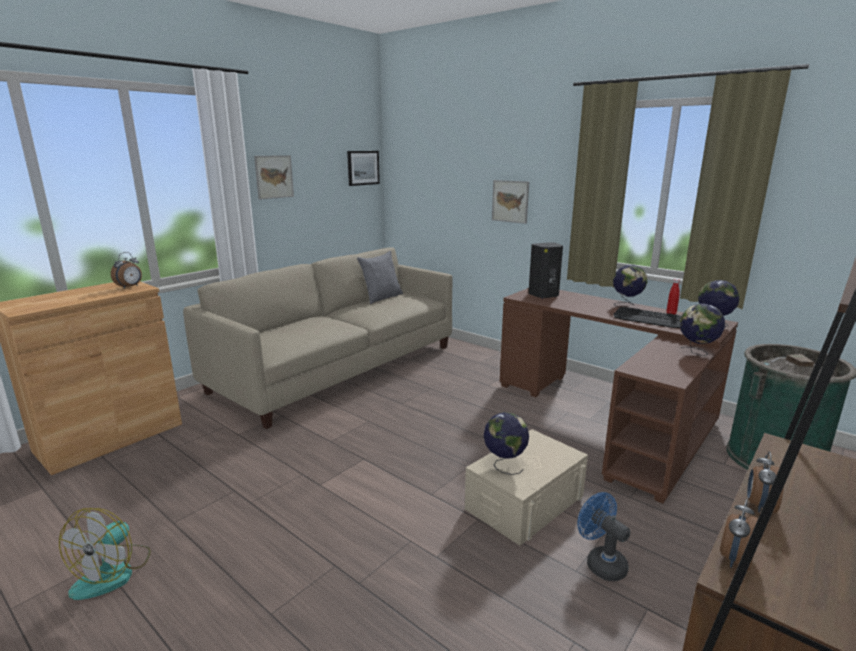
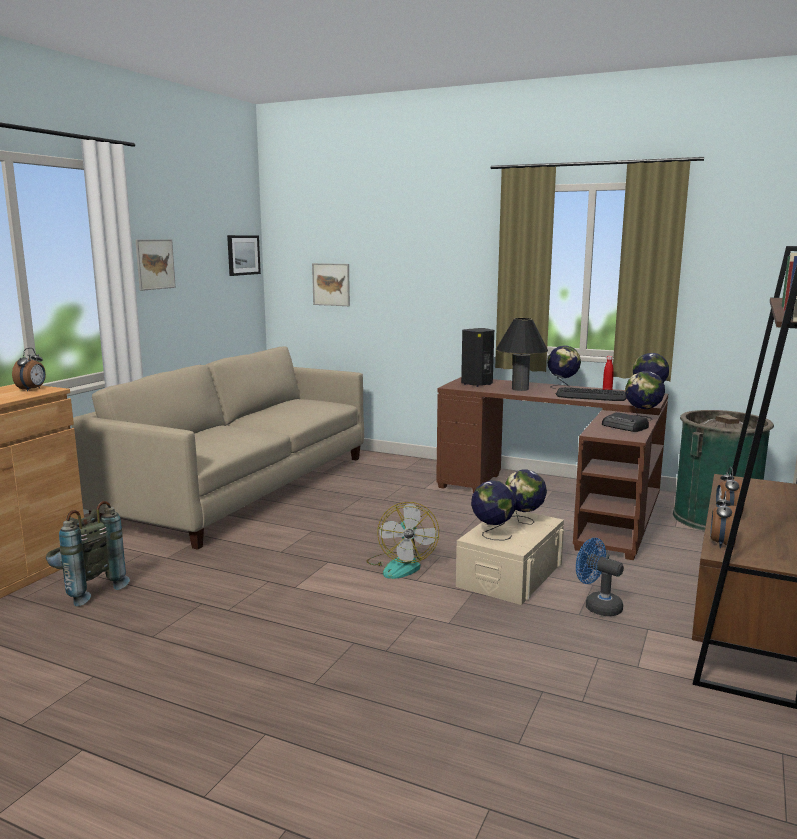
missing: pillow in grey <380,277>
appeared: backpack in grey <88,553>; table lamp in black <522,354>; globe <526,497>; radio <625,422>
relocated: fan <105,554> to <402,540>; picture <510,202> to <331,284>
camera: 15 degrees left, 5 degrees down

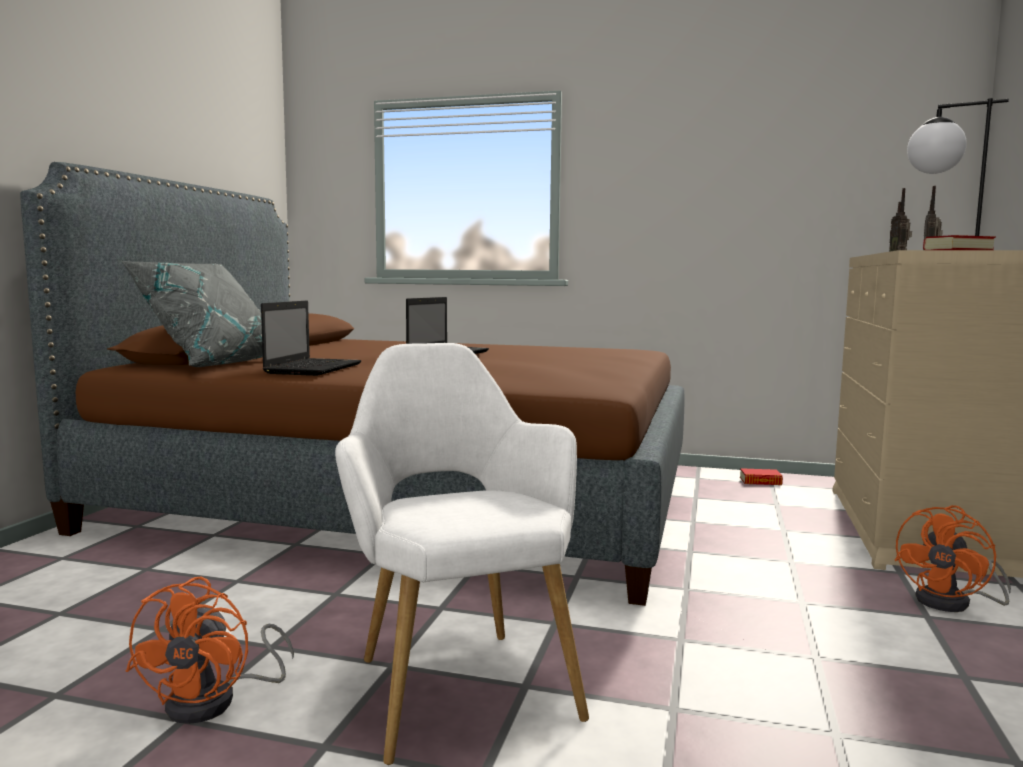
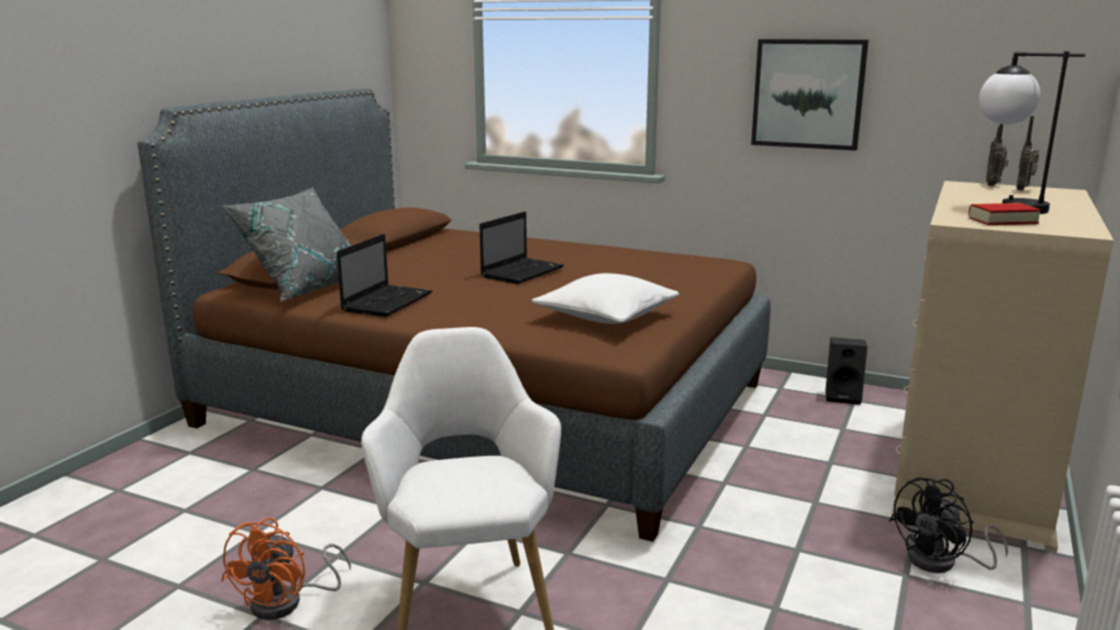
appeared: pillow in white <605,298>; picture <810,95>
exchanged: book <761,476> to speaker in black <846,371>
colour: fan in orange <952,558> to fan in black <948,525>
camera: 10 degrees right, 10 degrees up

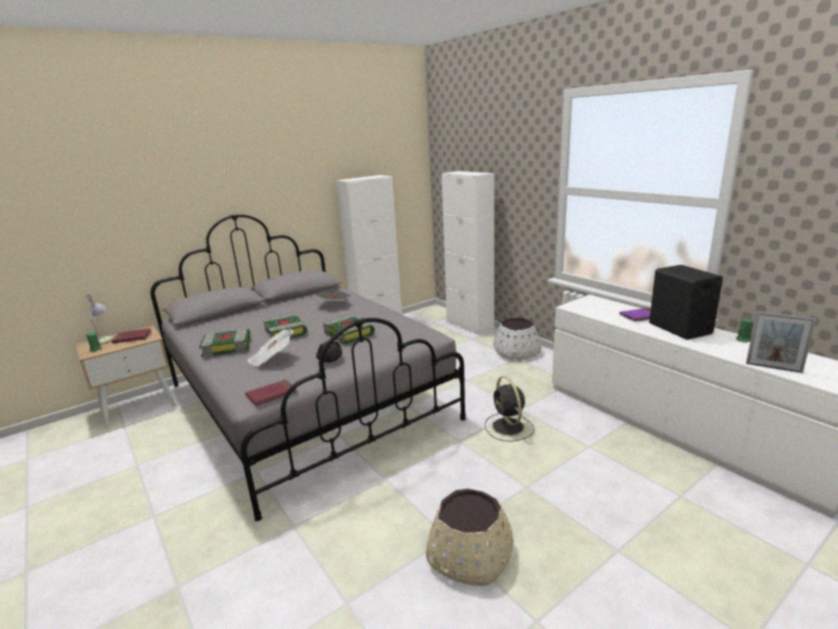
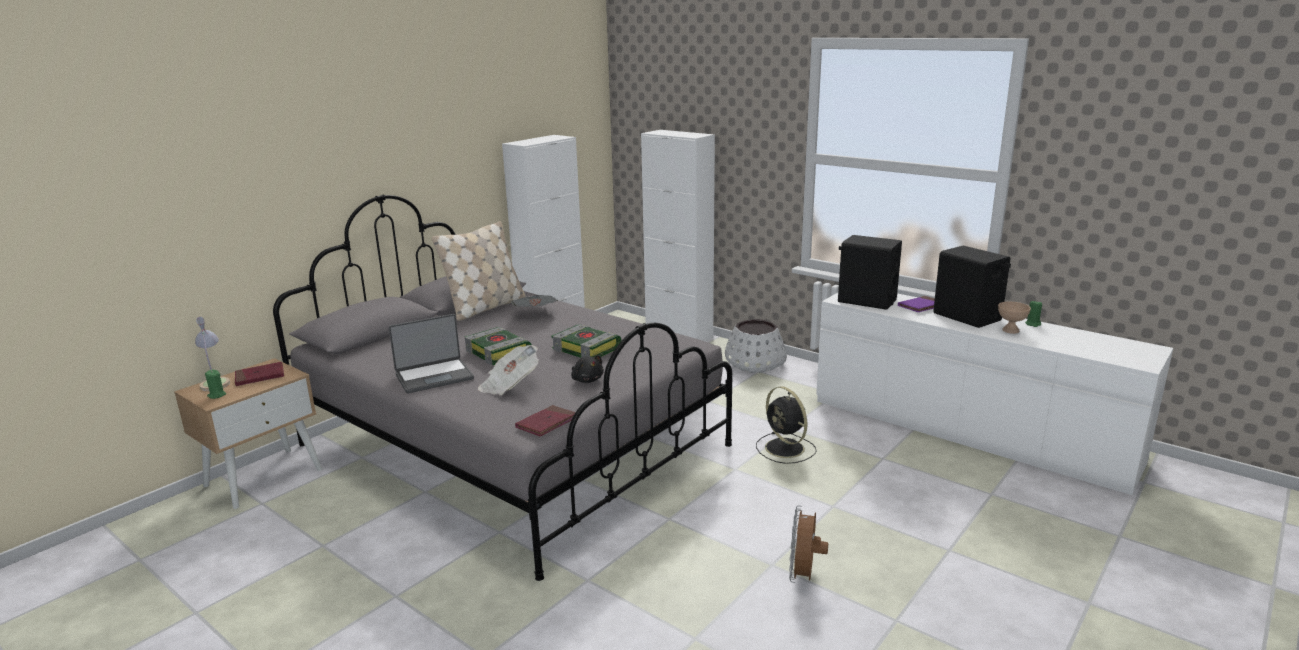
missing: picture frame <781,342>
appeared: pillow in beige <478,271>; speaker in black <870,272>; bowl in beige <1014,318>
exchanged: book <224,343> to laptop <431,354>; planter in beige <469,537> to fan in brown <808,544>
camera: 15 degrees left, 0 degrees up

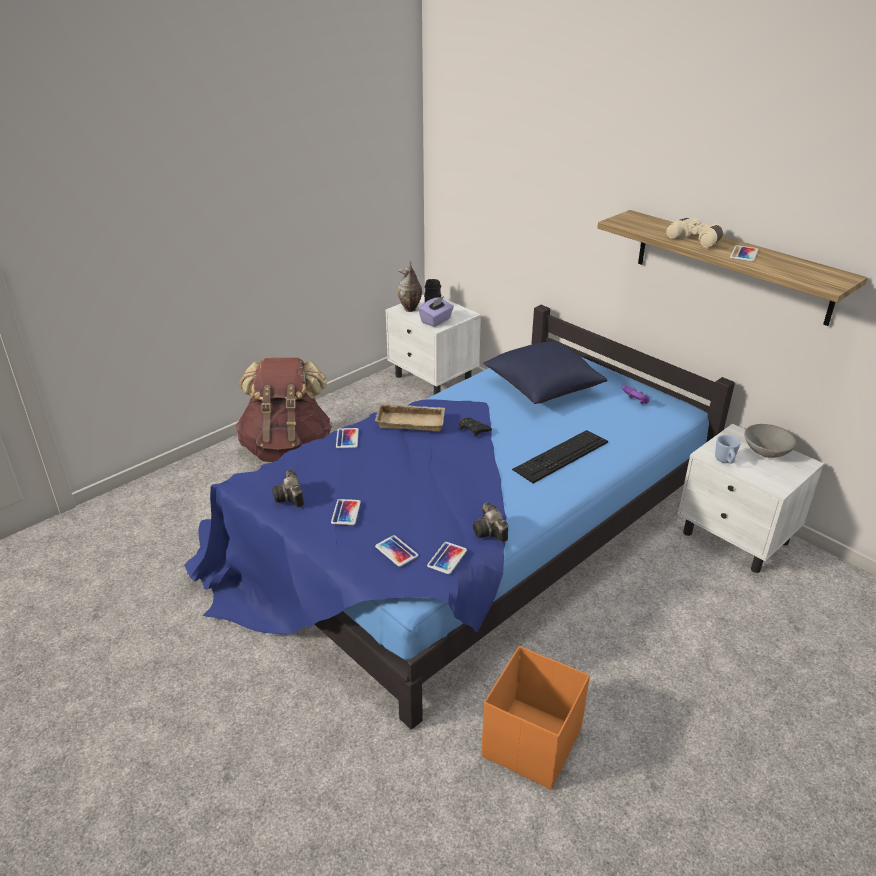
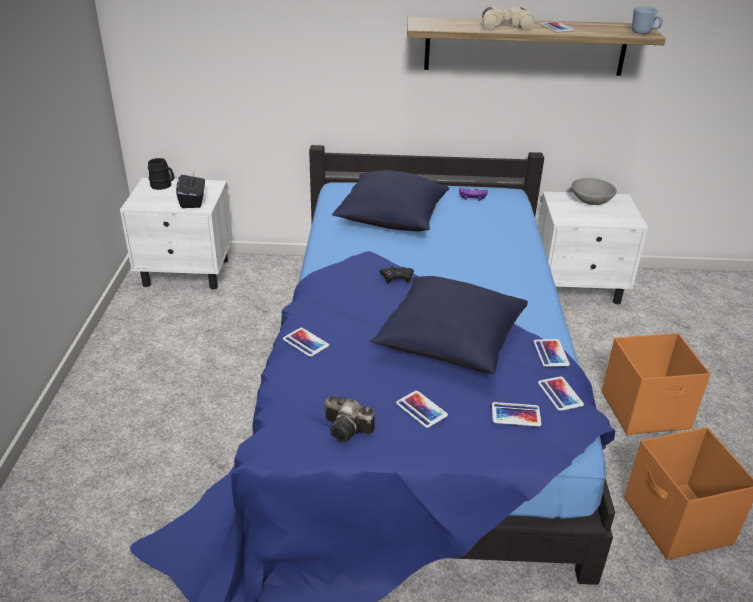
missing: backpack in brown <283,410>; tray in beige <410,417>; vase <409,286>; keyboard <560,456>
appeared: pillow in blue <449,325>; storage box in orange <656,384>
relocated: mug in blue <727,449> to <647,20>
exchanged: photo camera <490,522> to phone <552,353>
colour: tissue box in purple <436,311> to tissue box in black <190,189>
camera: 45 degrees left, 0 degrees up

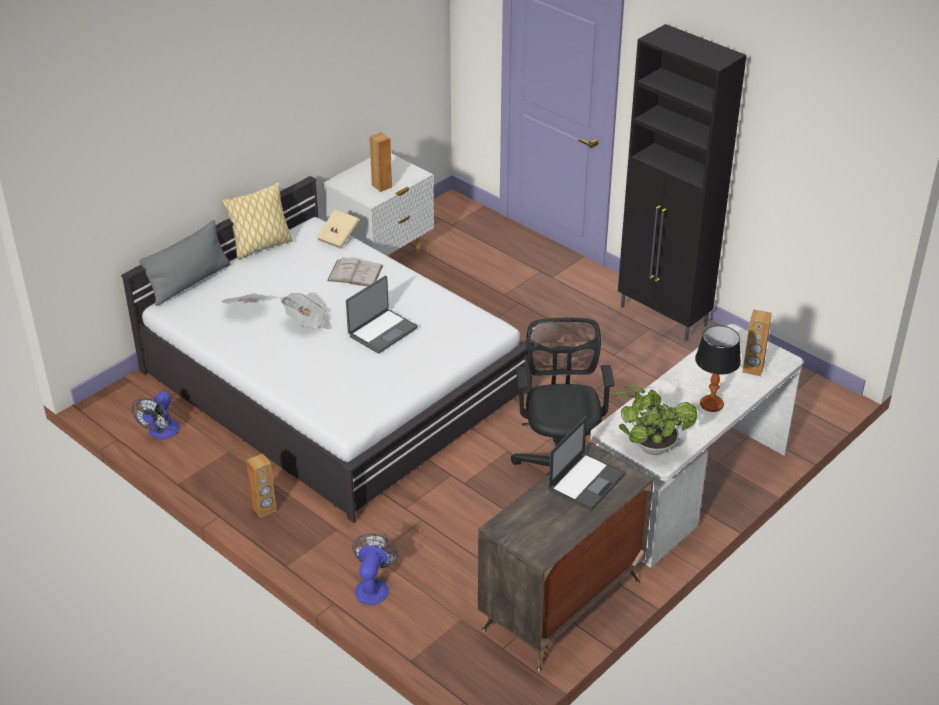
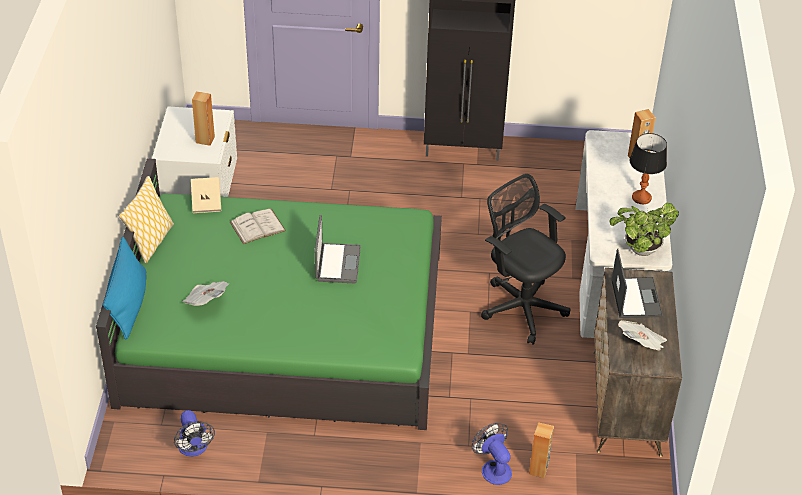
relocated: speaker in brown <261,485> to <541,450>; newspaper <306,311> to <642,335>
colour: bed in white <326,349> to bed in green <269,294>; pillow in grey <185,263> to pillow in blue <125,288>
camera: 40 degrees left, 5 degrees up

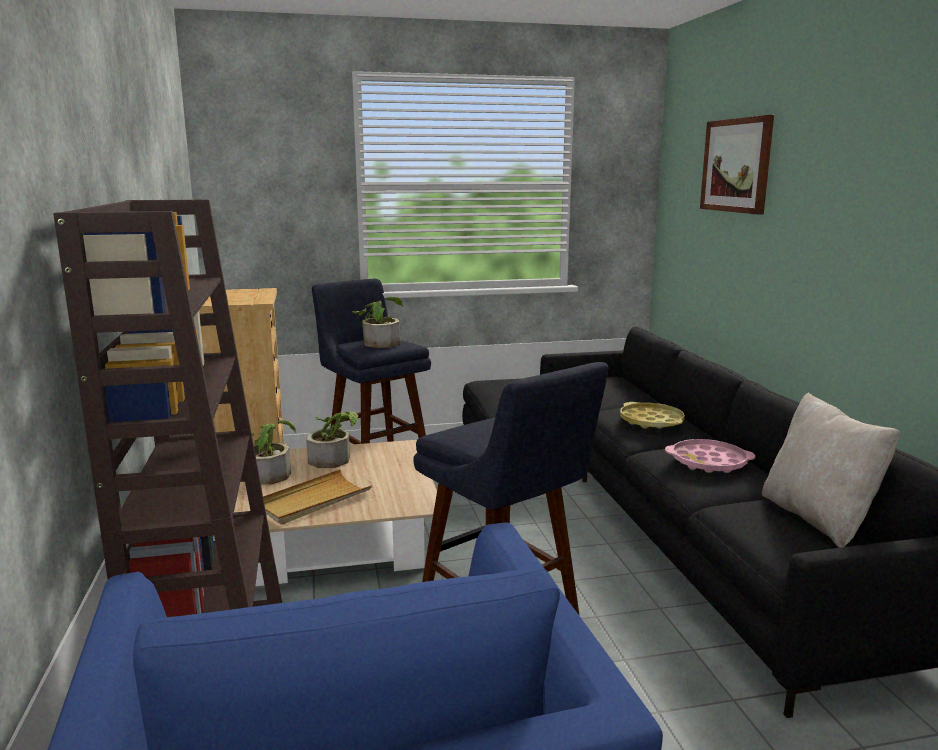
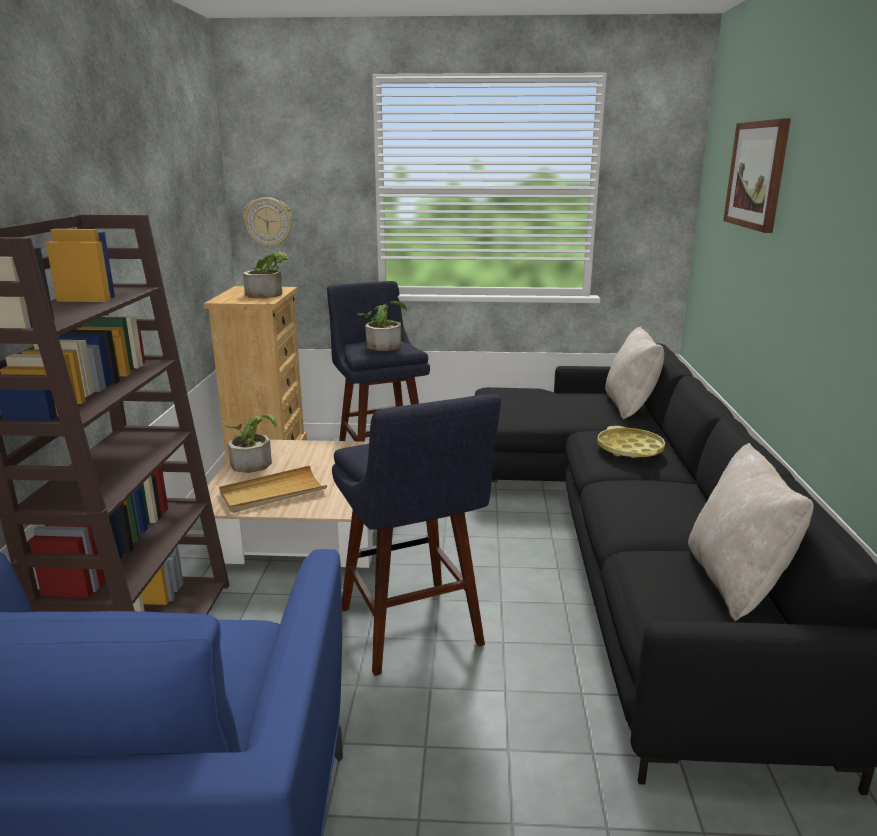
missing: tray in pink <710,456>
appeared: wall clock <267,222>; pillow in beige <634,373>
relocated: potted plant <332,439> to <266,274>
camera: 15 degrees right, 5 degrees up

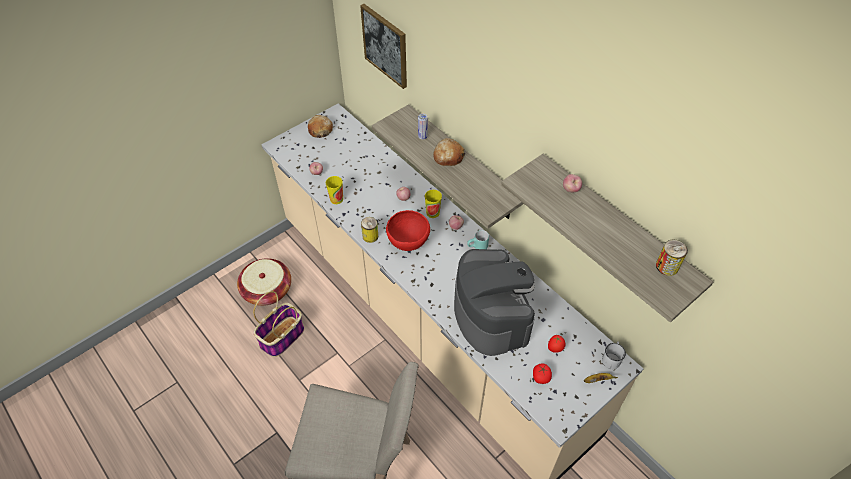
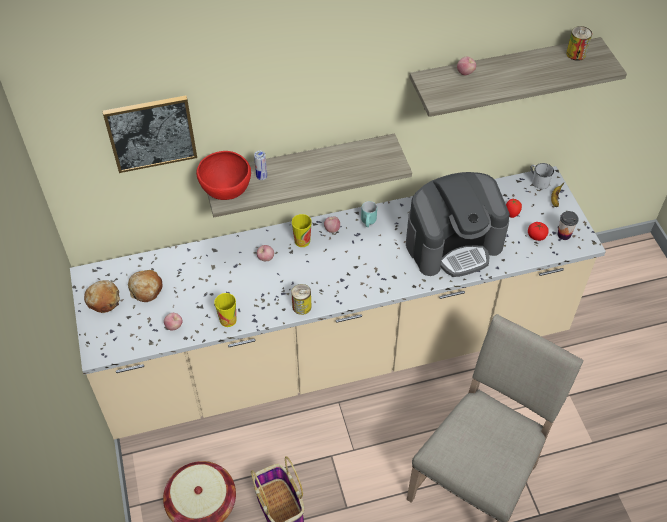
appeared: cup <568,225>
relocated: bowl in red <408,230> to <223,175>; bread <449,152> to <145,286>
spun: coffee machine <494,302> = <458,224> 150 degrees clockwise
camera: 65 degrees left, 0 degrees up

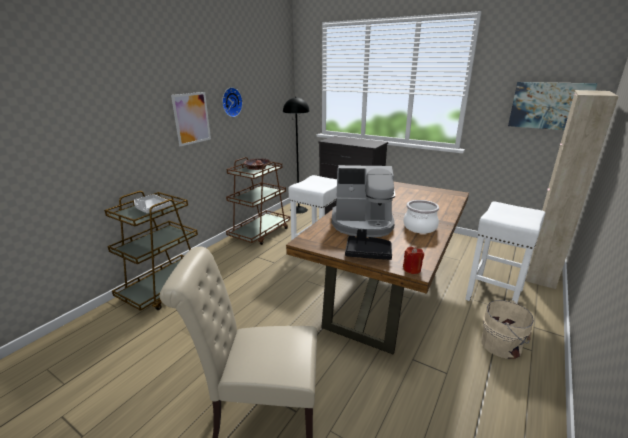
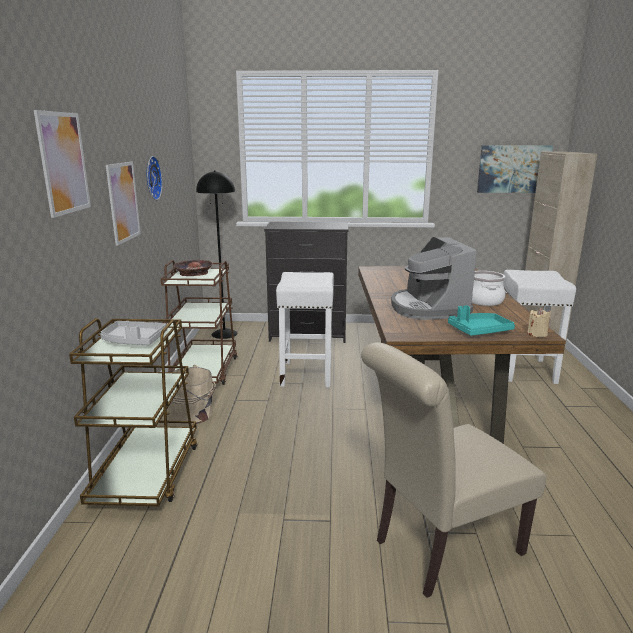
appeared: picture <62,164>
relocated: bucket in beige <507,329> to <193,395>
colour: tray in black <368,244> to tray in turquoise <481,320>; candle in red <413,260> to candle in beige <539,323>
spun: coffee machine <363,201> = <434,278> 105 degrees clockwise
camera: 30 degrees left, 5 degrees down

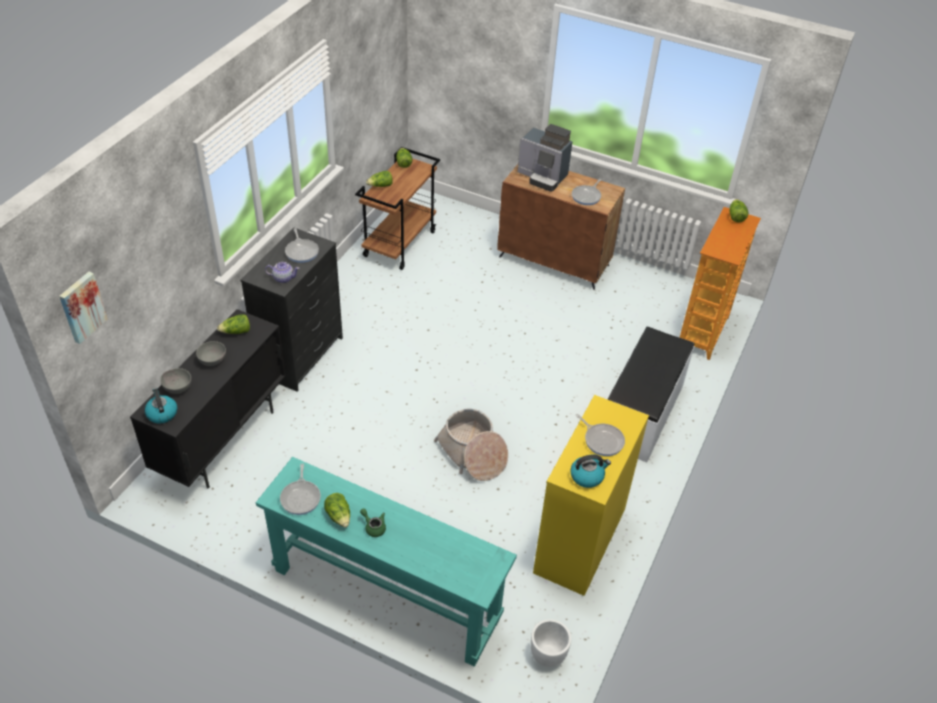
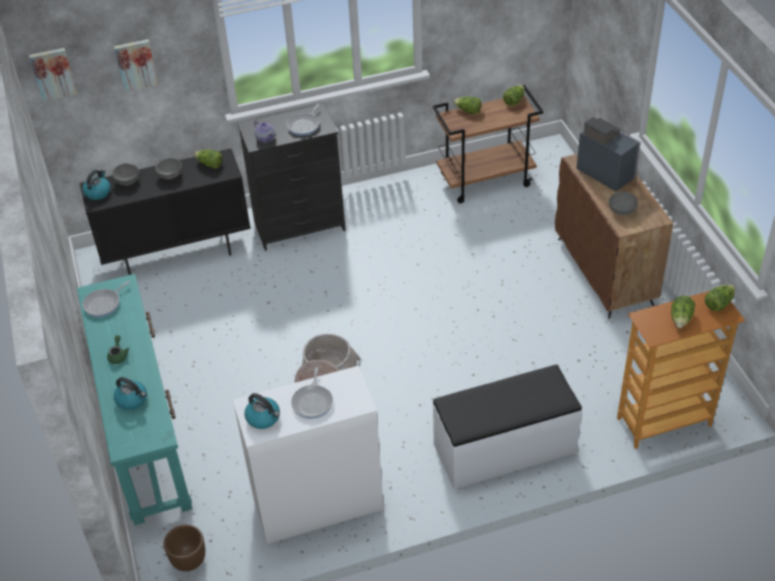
appeared: picture <136,65>; kettle <130,393>
relocated: lettuce <337,510> to <683,312>
exchanged: frying pan <587,192> to bowl in grey <623,203>
colour: planter in white <551,643> to planter in brown <184,547>; dresser in yellow <591,495> to dresser in white <308,455>
spun: coffee machine <545,158> = <609,154> 150 degrees clockwise
camera: 50 degrees right, 0 degrees up

